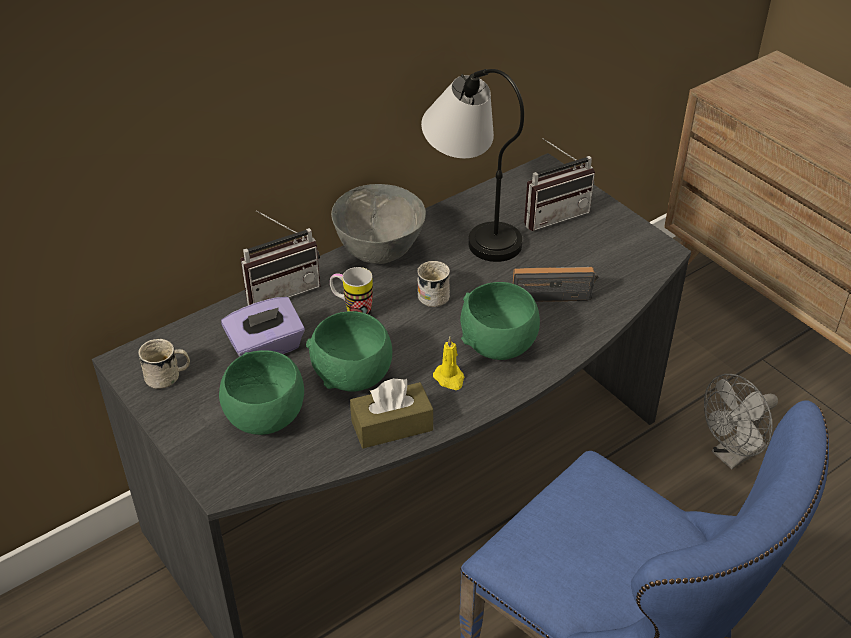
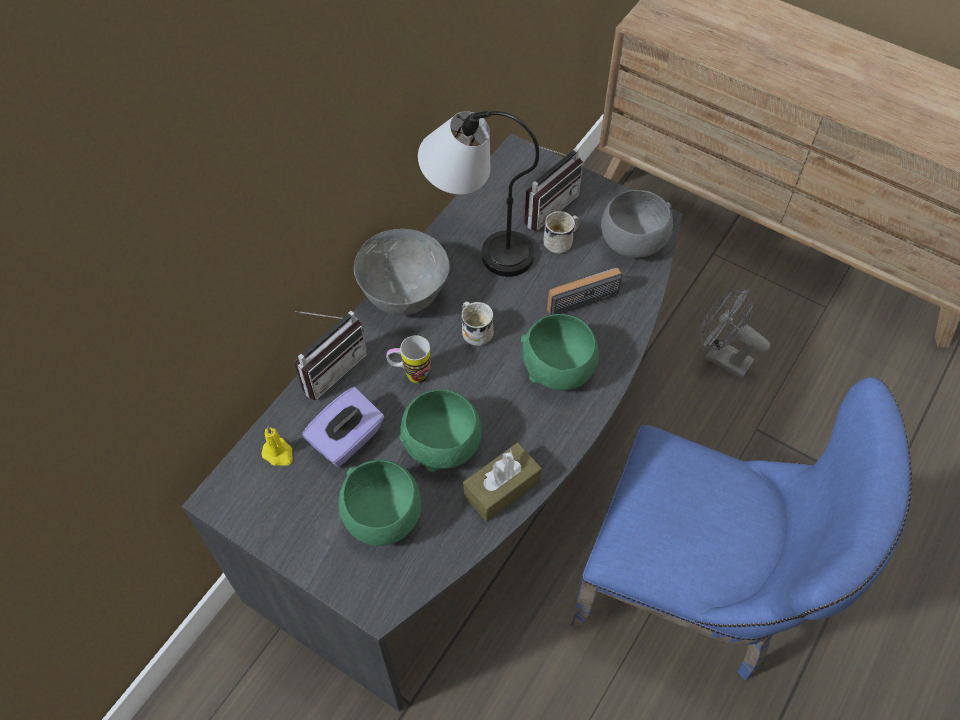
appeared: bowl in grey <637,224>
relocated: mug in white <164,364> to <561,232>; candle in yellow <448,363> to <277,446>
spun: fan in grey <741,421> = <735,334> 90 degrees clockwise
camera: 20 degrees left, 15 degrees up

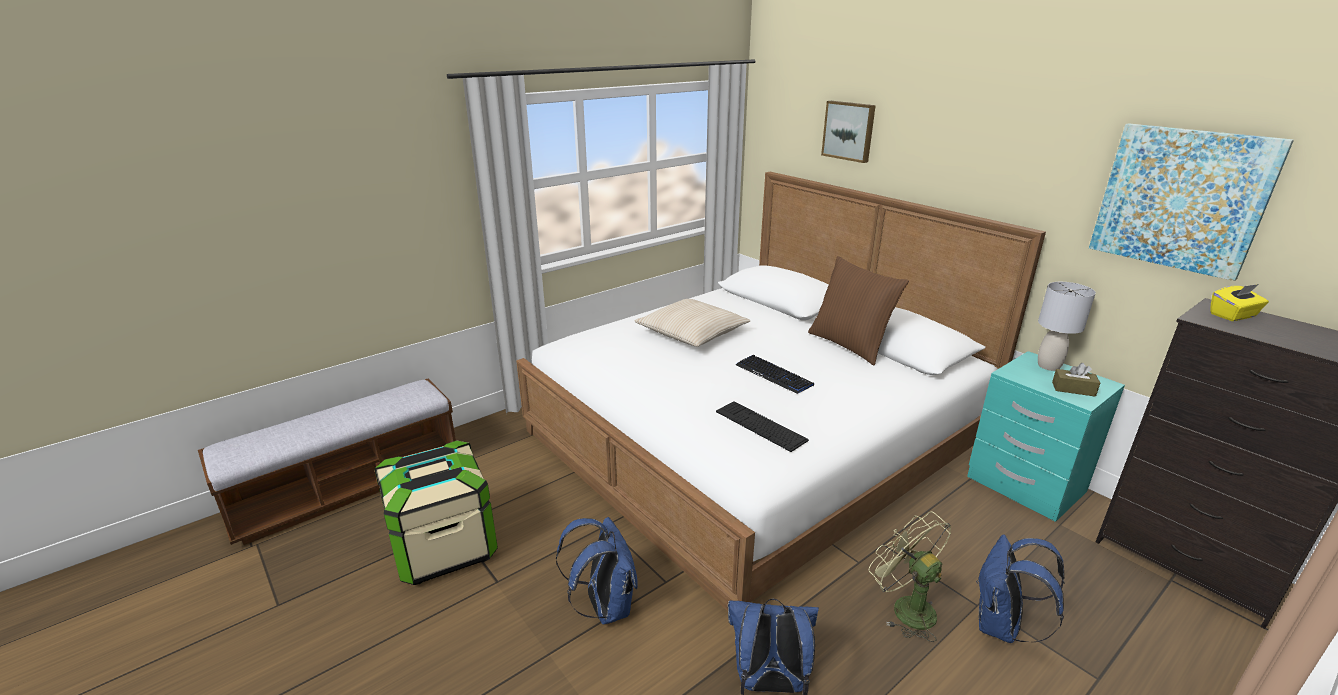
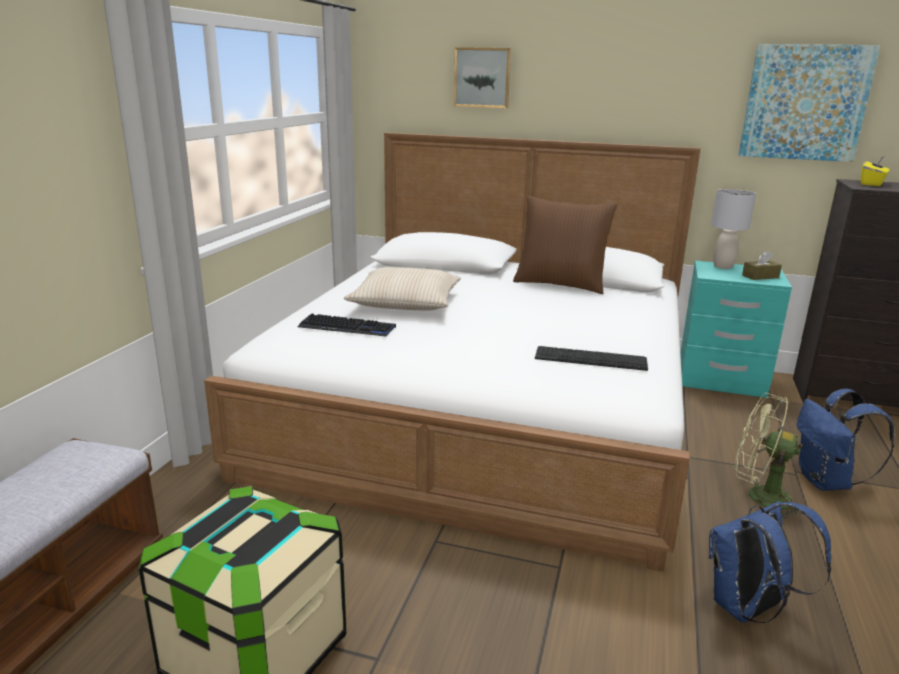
missing: backpack in blue <597,571>
relocated: keyboard <775,374> to <347,325>
camera: 35 degrees left, 5 degrees down

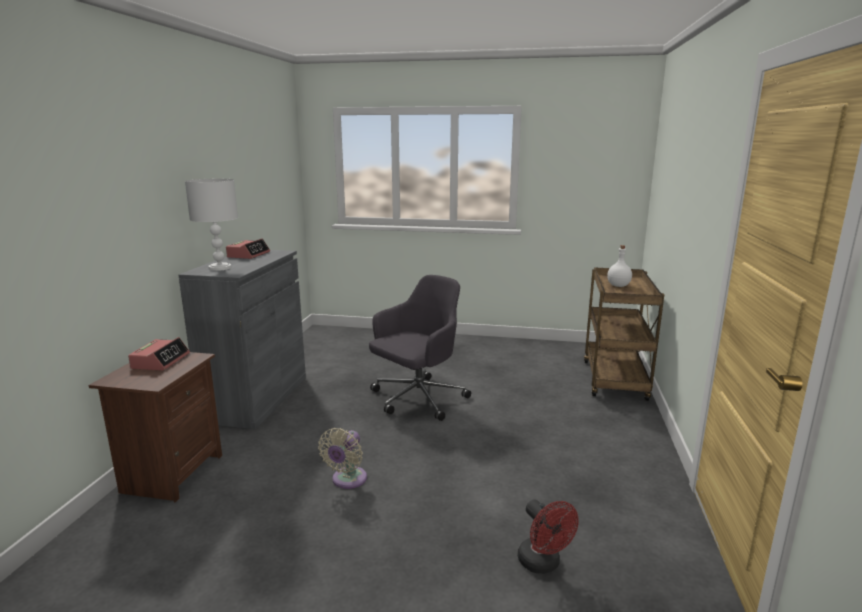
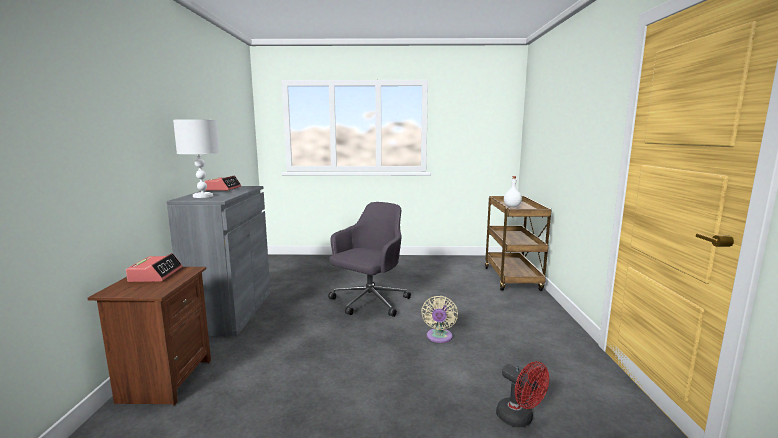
relocated: fan in beige <342,458> to <439,319>
camera: 10 degrees left, 5 degrees down

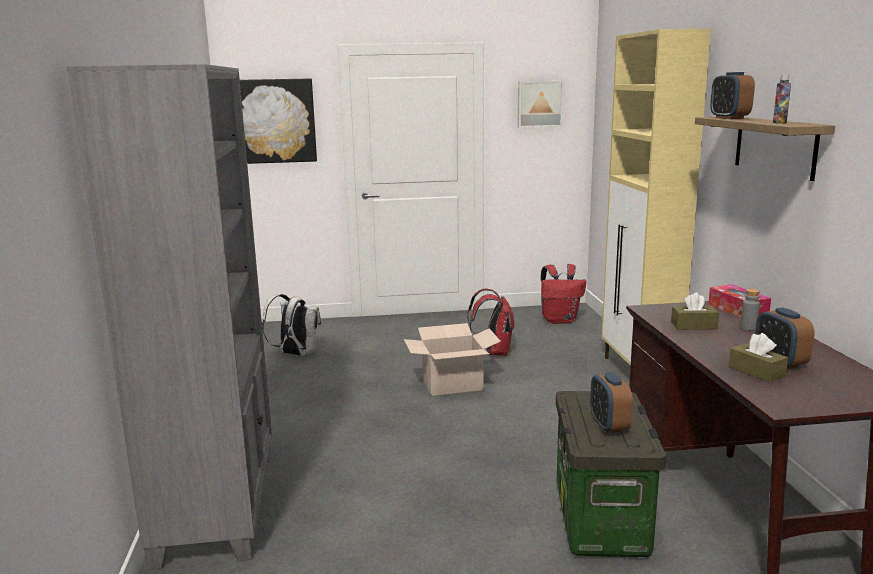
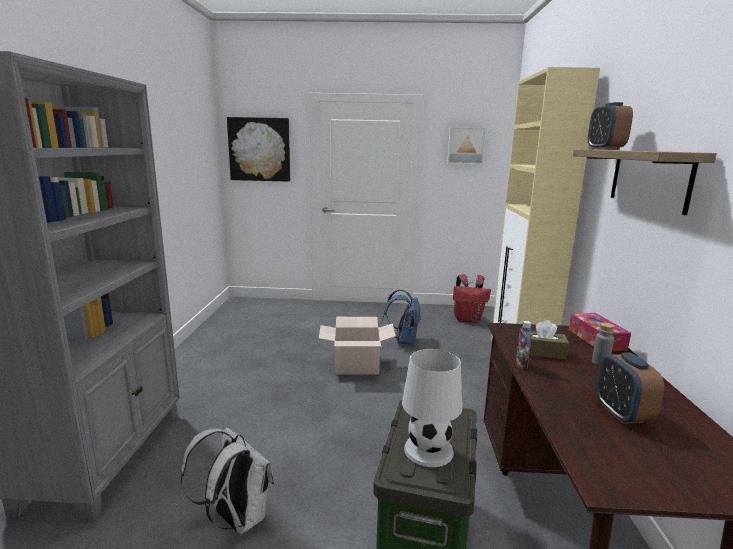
missing: tissue box in brown <758,357>
relocated: backpack in white <291,325> to <227,481>; bottle <782,99> to <524,345>
exchanged: alarm clock <611,402> to table lamp in white <432,408>
colour: backpack in red <490,322> to backpack in blue <402,317>
camera: 10 degrees right, 0 degrees up

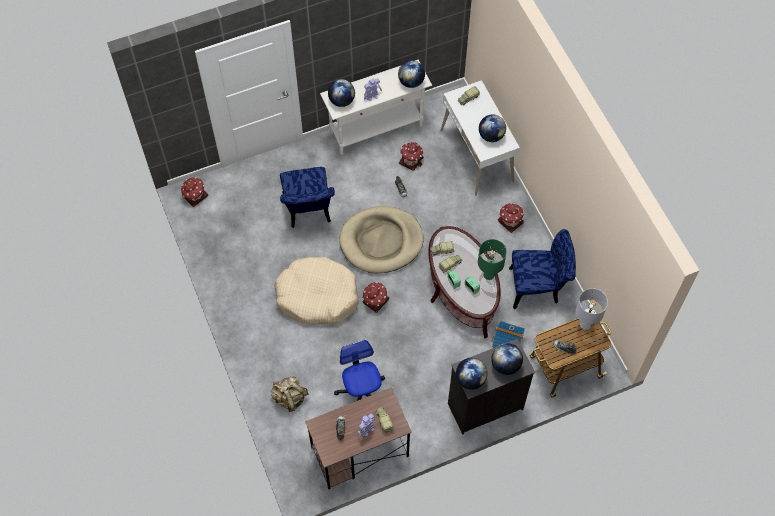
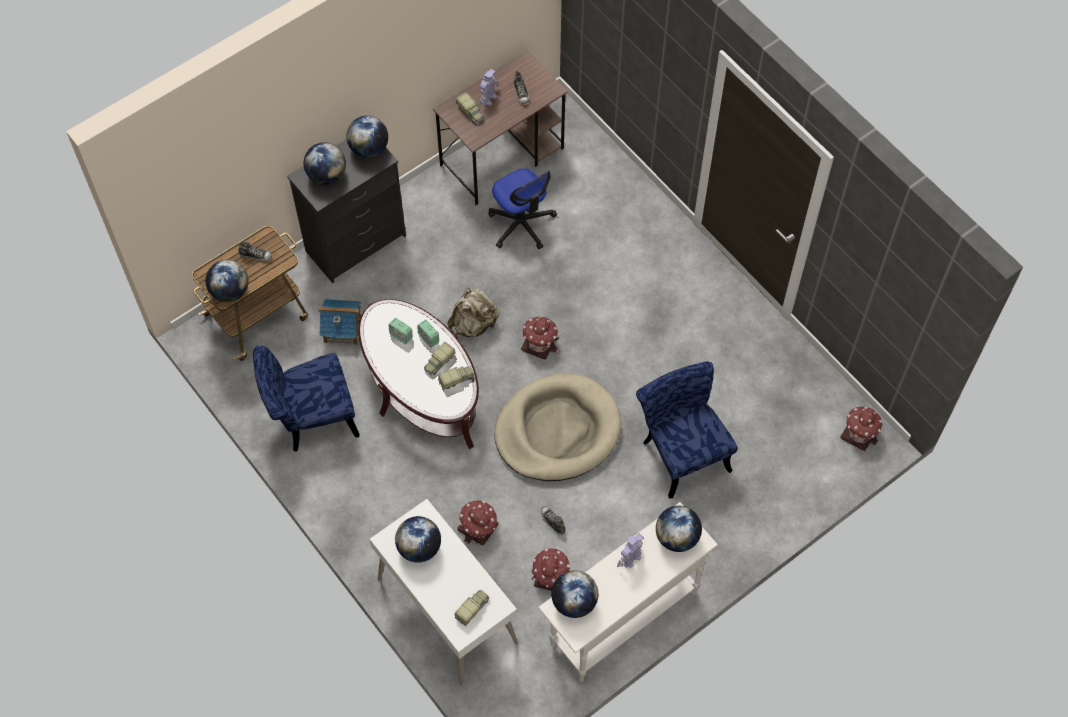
missing: dog bed in beige <316,291>; table lamp in green <492,259>
relocated: backpack in beige <289,394> to <473,312>; toy house <511,218> to <478,522>
exchanged: table lamp in grey <592,309> to globe <227,281>
camera: 165 degrees right, 0 degrees up

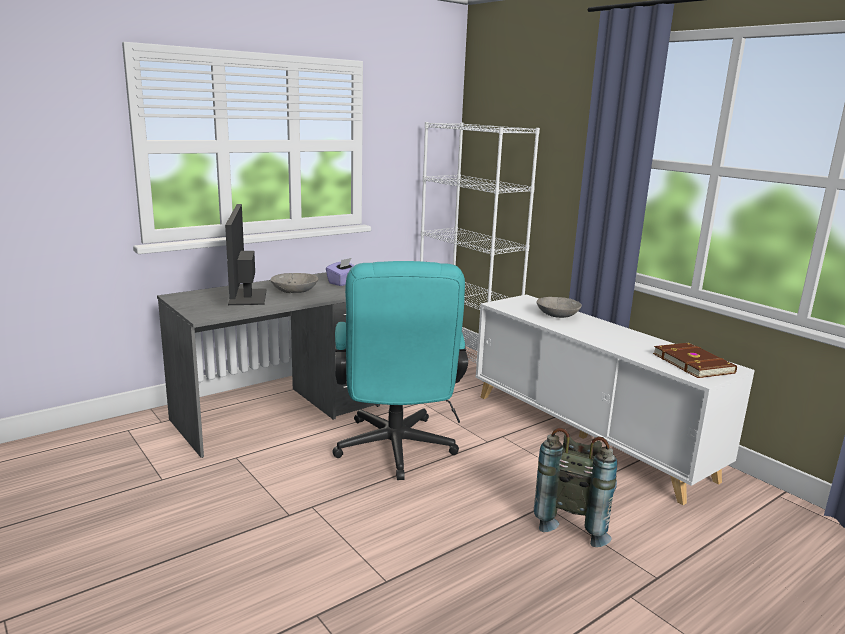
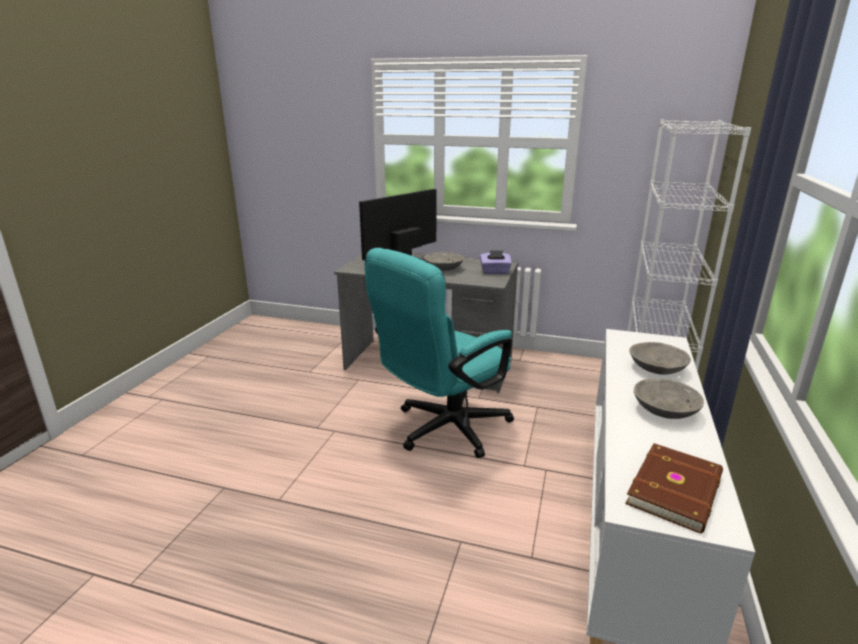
missing: backpack in grey <575,487>
appeared: bowl in grey <669,399>
camera: 55 degrees right, 5 degrees up

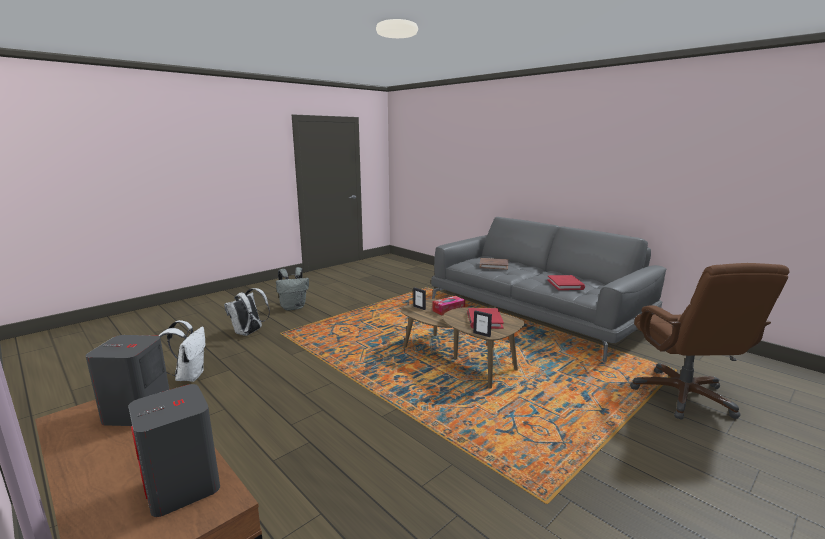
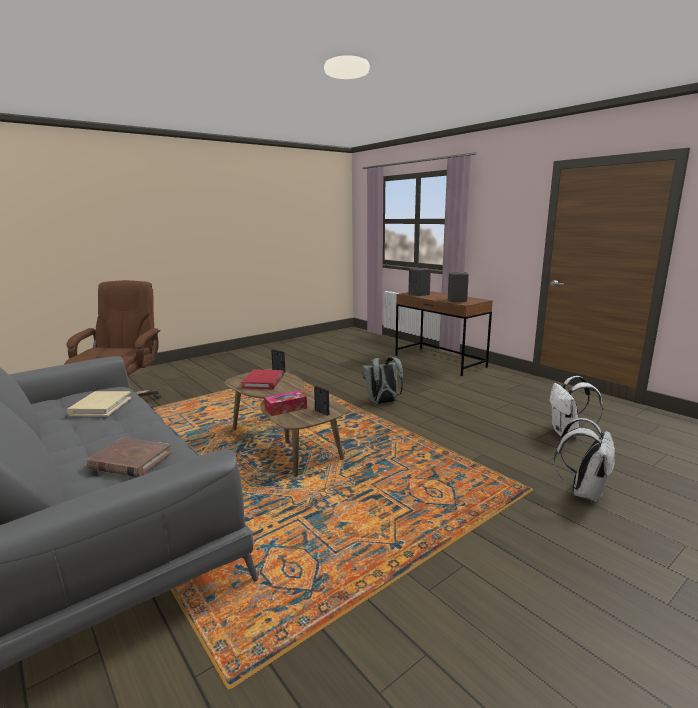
relocated: backpack in grey <292,289> to <382,381>
colour: book in red <566,282> to book in beige <99,404>
camera: 175 degrees left, 0 degrees up

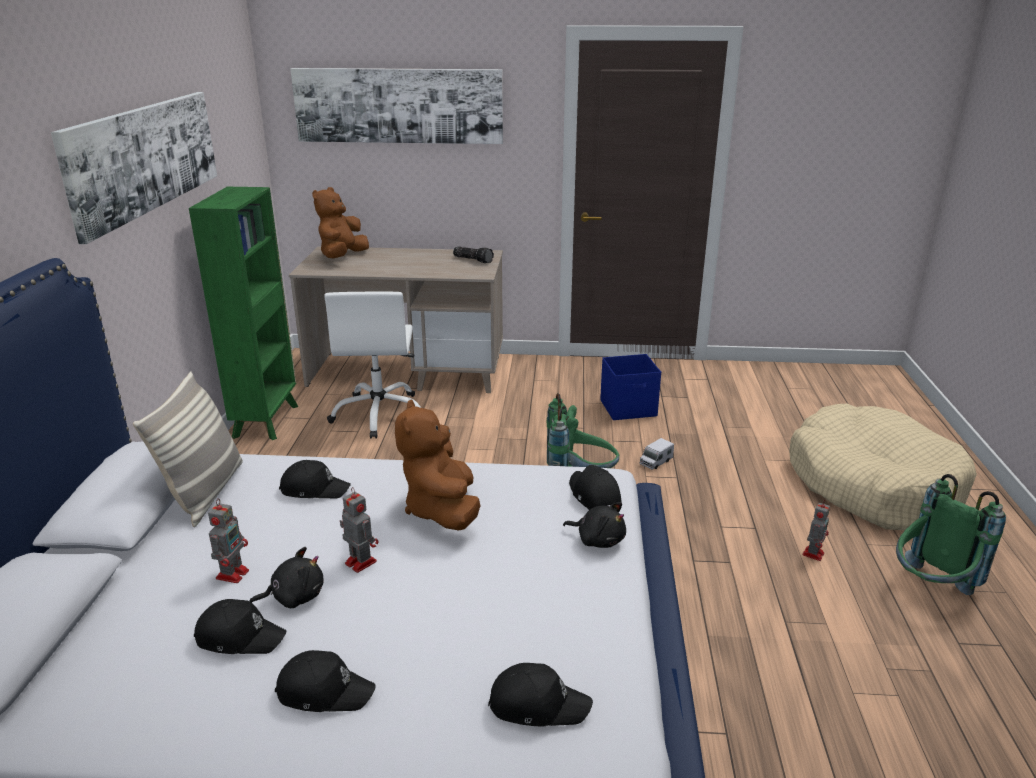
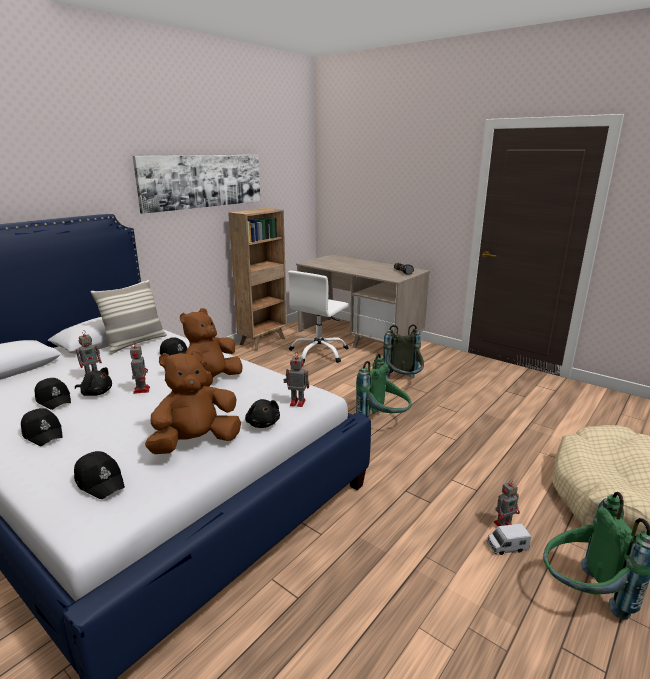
missing: picture <396,106>; storage box in blue <630,387>
appeared: backpack in grey <403,351>
relocated: plush toy in brown <340,222> to <193,402>; toy truck <657,454> to <509,539>
exchanged: cap in black <595,487> to toy robot <296,381>
colour: bookcase in green <243,313> to bookcase in brown <257,279>
camera: 35 degrees right, 5 degrees down

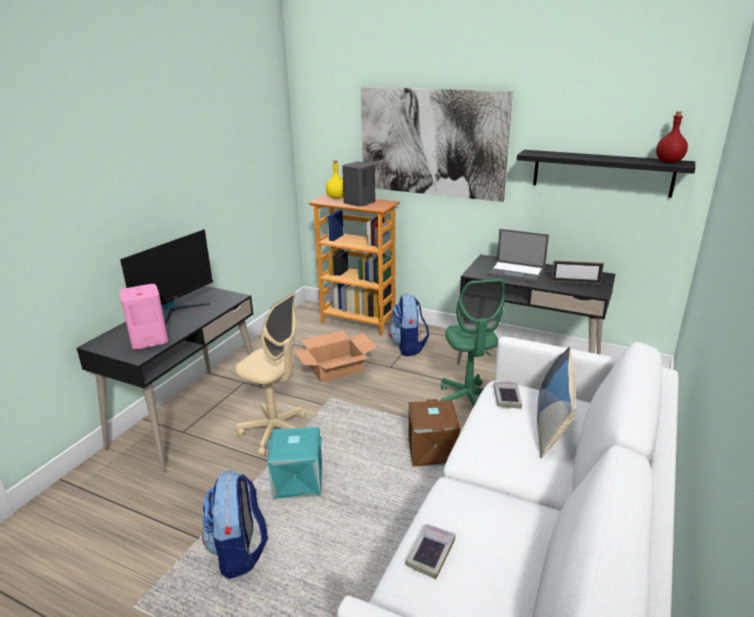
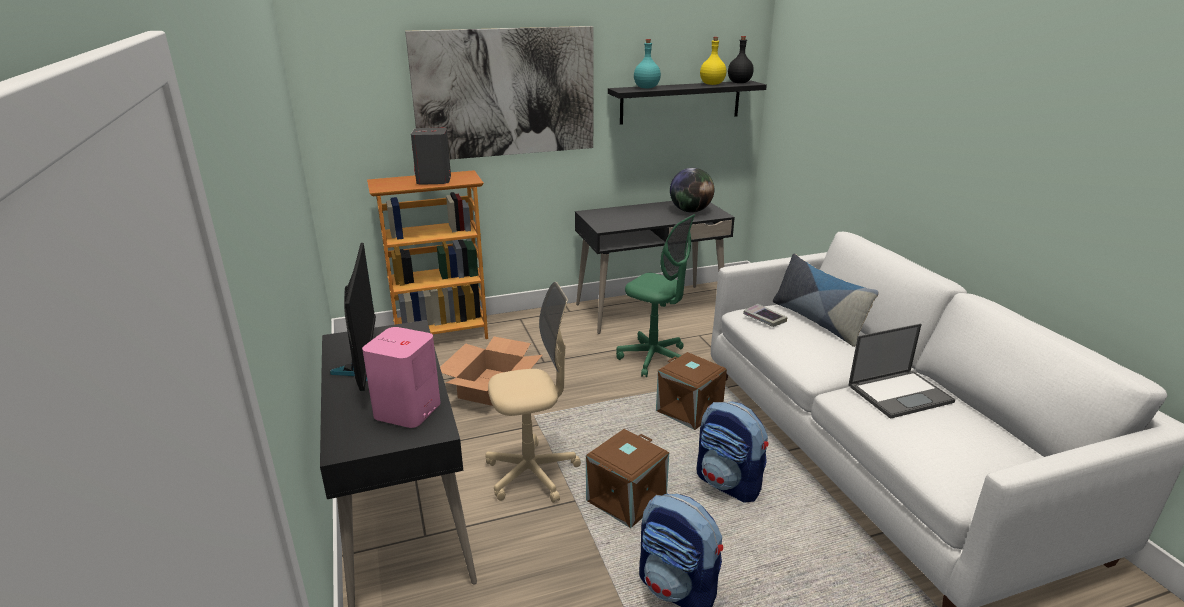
missing: book <430,551>
appeared: bottle in turquoise <647,64>
relocated: bottle in yellow <335,179> to <713,61>; backpack <409,325> to <733,452>; laptop <518,256> to <902,371>
exchanged: picture frame <577,272> to globe <692,190>
colour: storage box in turquoise <294,463> to storage box in brown <627,478>; bottle in red <672,137> to bottle in black <741,59>
camera: 45 degrees left, 0 degrees up

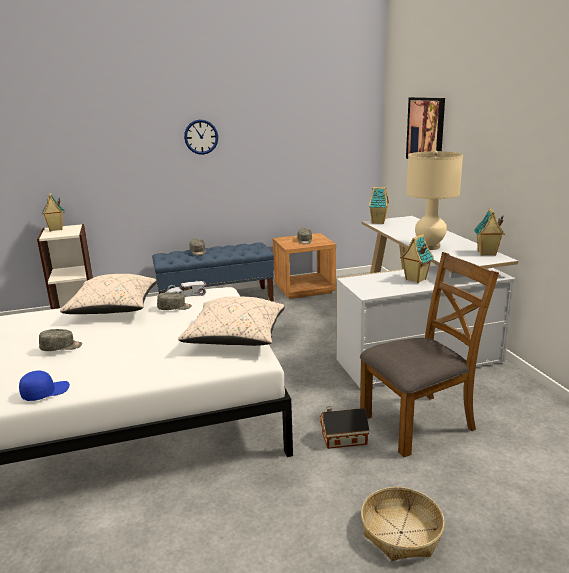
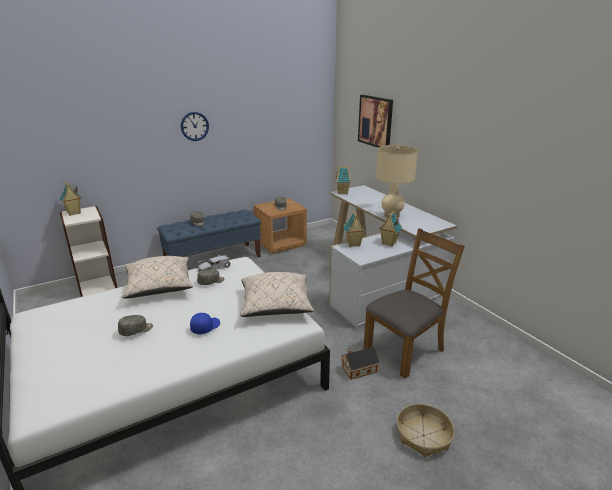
relocated: cap in blue <44,386> to <205,324>; toy house <489,232> to <355,229>
camera: 15 degrees left, 5 degrees up

